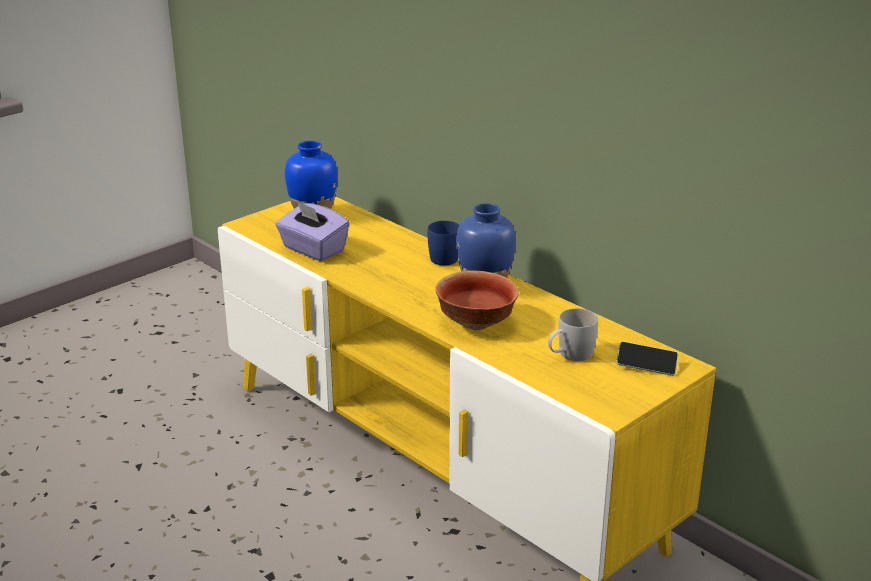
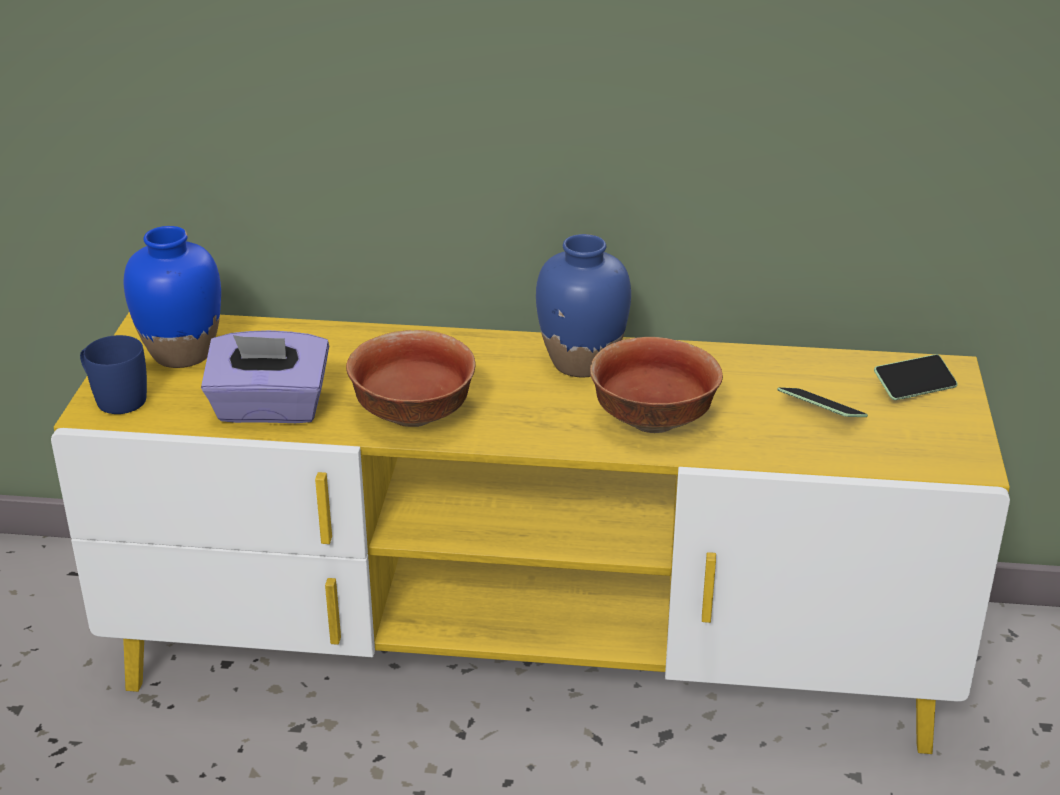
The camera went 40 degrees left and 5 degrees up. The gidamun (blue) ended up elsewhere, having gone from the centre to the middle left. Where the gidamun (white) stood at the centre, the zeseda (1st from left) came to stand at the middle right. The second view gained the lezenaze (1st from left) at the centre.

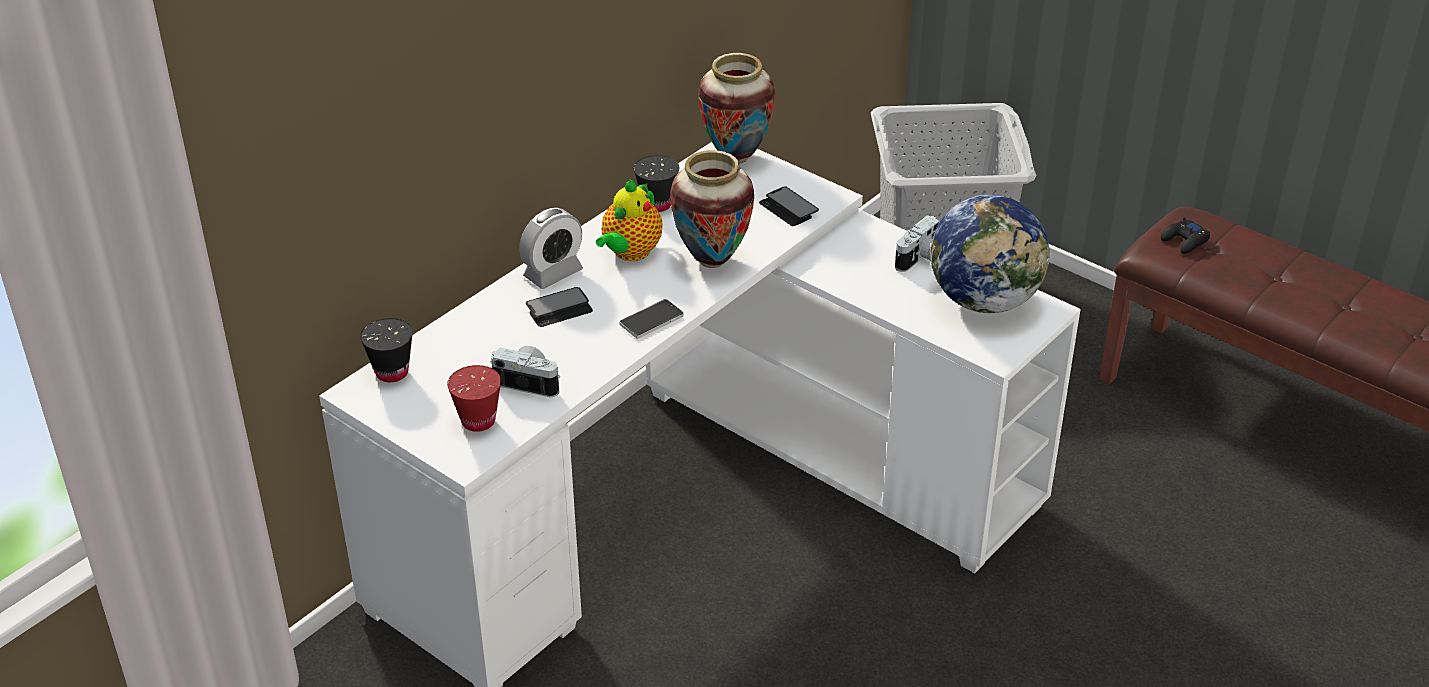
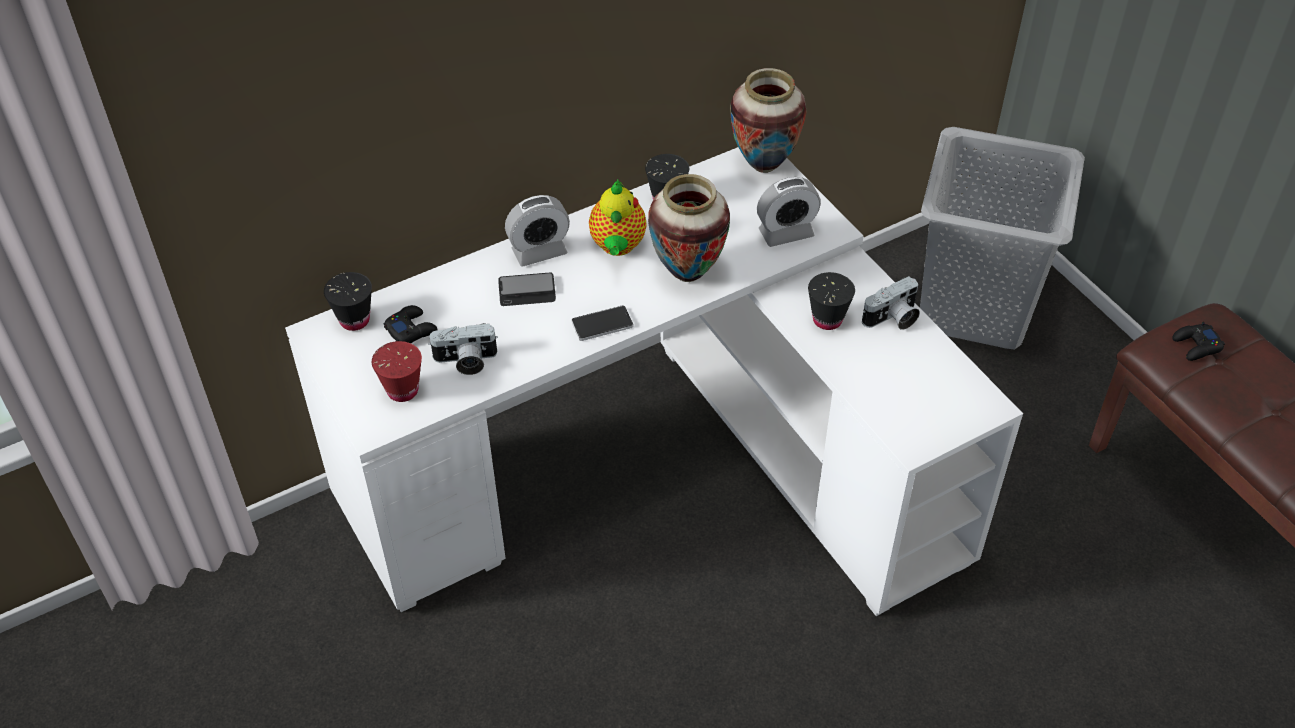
The camera went 20 degrees right and 10 degrees up. The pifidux at the top centre ended up facing another way, 45 degrees counterclockwise from before. Where the zeseda (3rd from left) stood at the top centre, the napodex (2nd from left) came to stand at the top centre. The second view lost the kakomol at the middle right. The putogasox (1st from left) at the centre ended up facing another way, 135 degrees clockwise from before. The second view gained the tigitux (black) (3rd from left) at the centre. The second view gained the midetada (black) (1st from left) at the middle left.

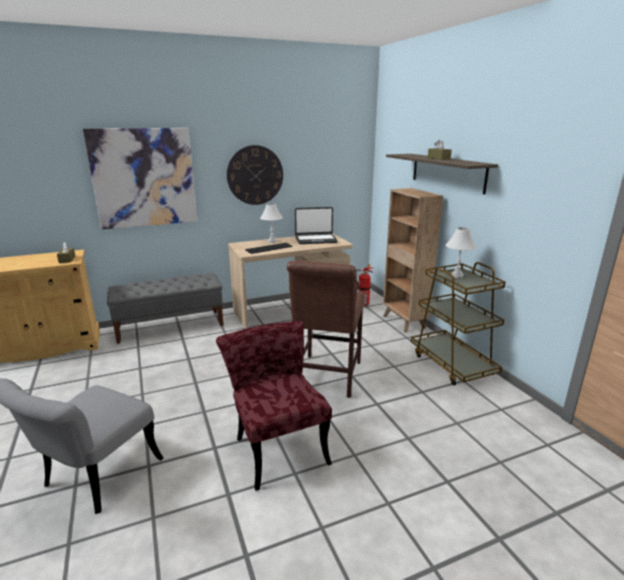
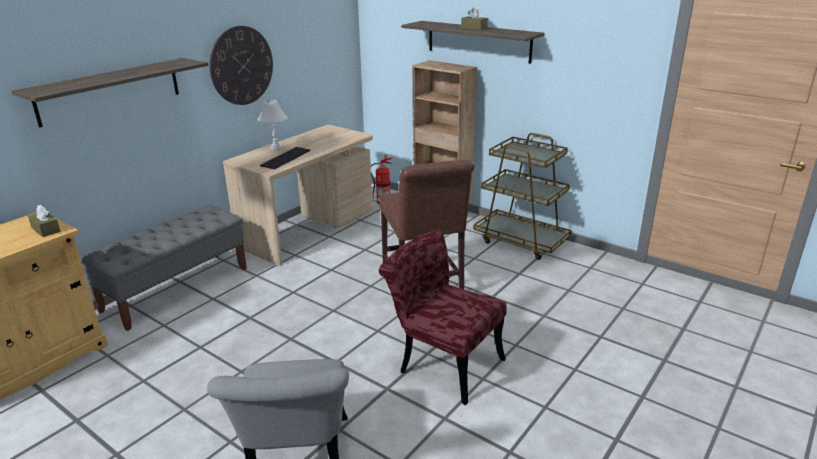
The camera went 30 degrees left and 5 degrees up. Where the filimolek hung at the top left, the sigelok (1st from left) came to hang at the top left. The second view lost the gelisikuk at the centre. The second view lost the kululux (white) (2nd from left) at the middle right.

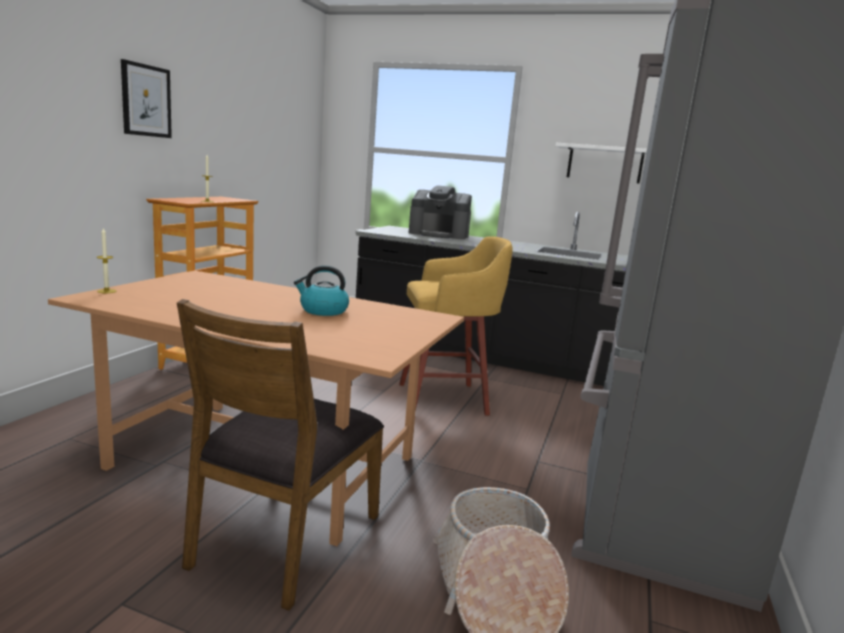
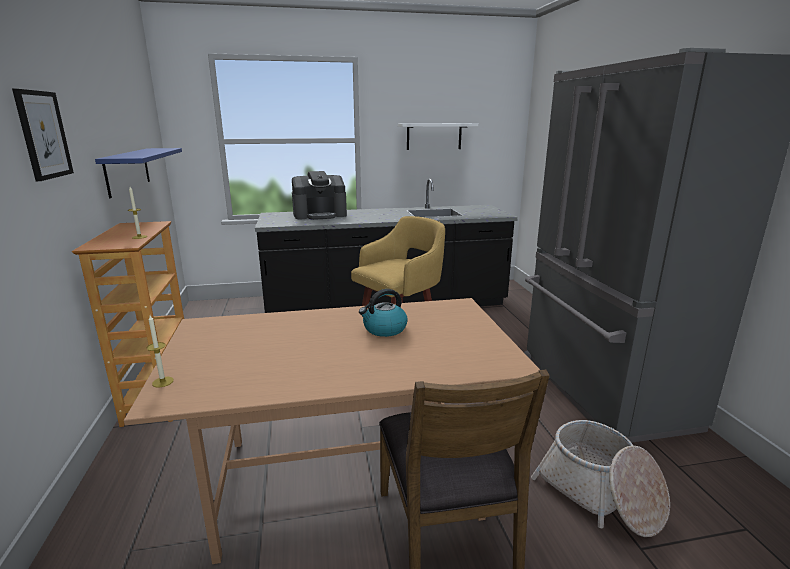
The camera went 30 degrees left and 5 degrees up. The second view gained the sigelok (blue) at the top left.

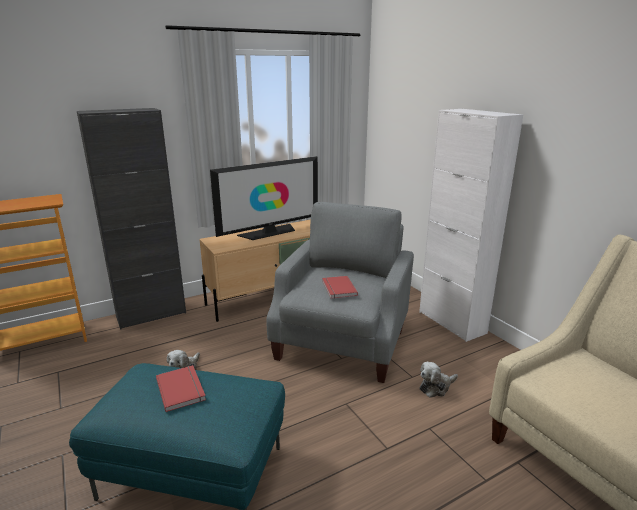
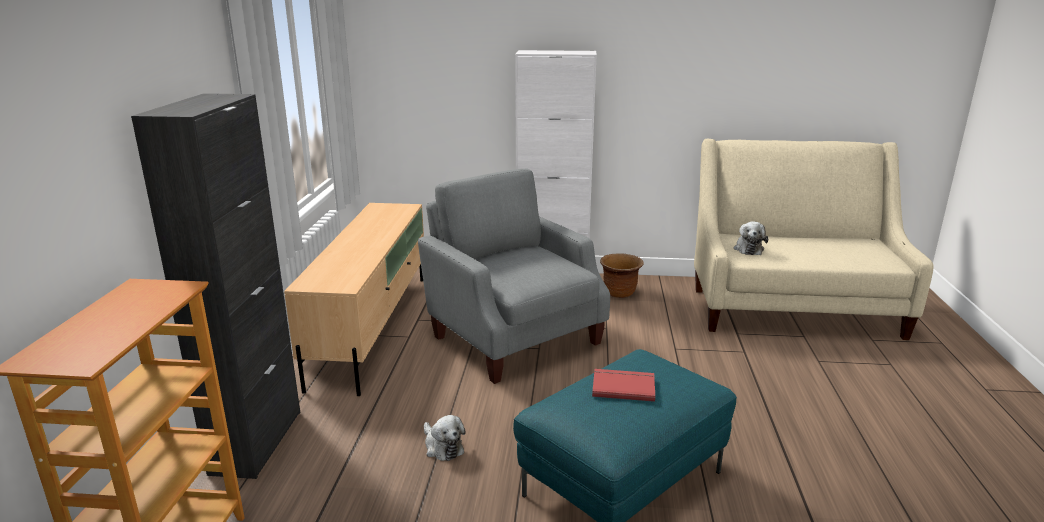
The camera went 55 degrees left and 0 degrees up. The second view lost the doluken at the centre. The second view lost the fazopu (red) (2nd from left) at the centre. The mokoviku (2nd from left) ended up elsewhere, having gone from the bottom right to the middle right. The second view gained the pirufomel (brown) at the centre.

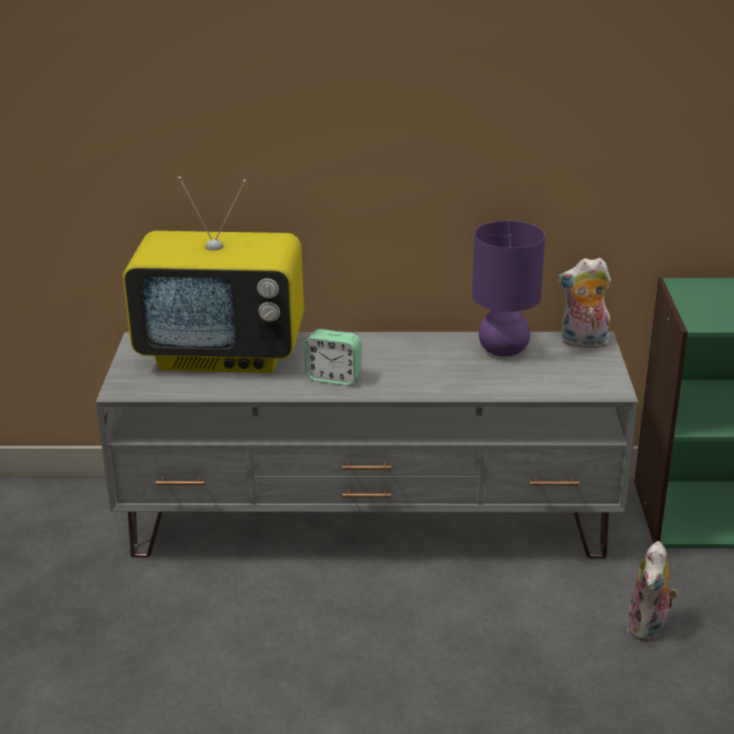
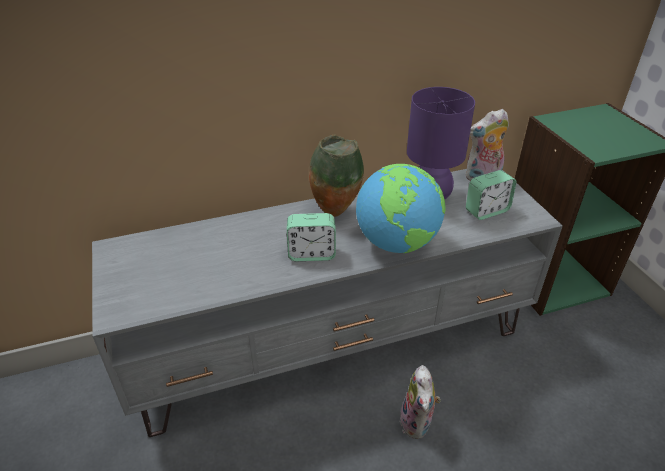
The camera went 20 degrees left and 10 degrees up. The second view lost the doluken at the middle left. The mokoviku (2nd from left in the first image) ended up elsewhere, having gone from the bottom right to the bottom centre. The second view gained the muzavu at the centre. The second view gained the kakomol at the centre. The second view gained the napodex (2nd from left) at the middle right.

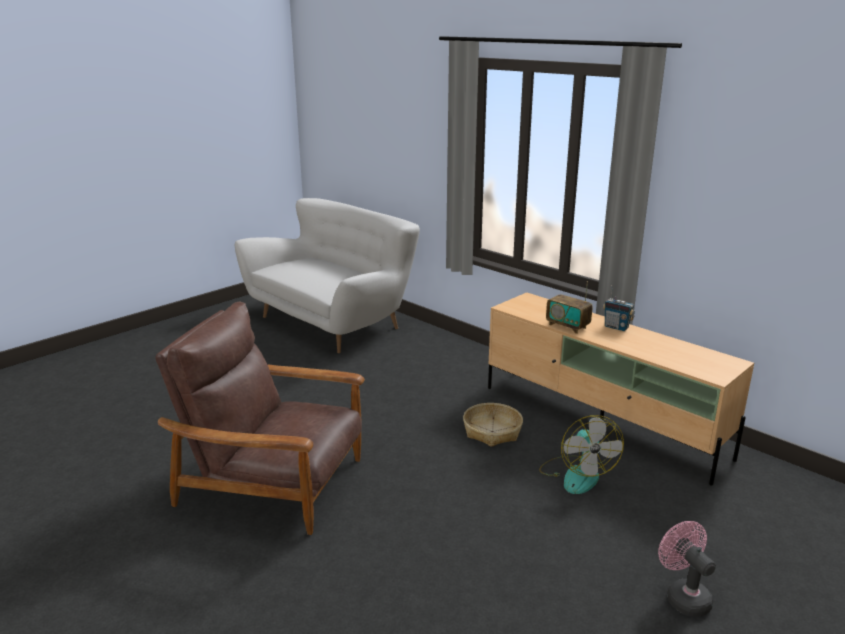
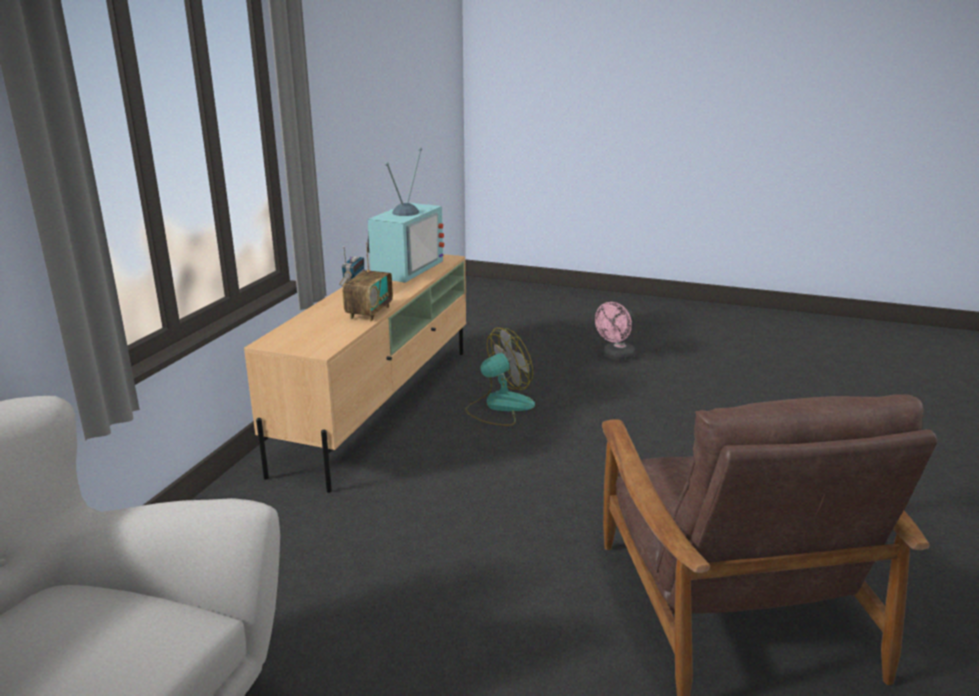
The camera went 115 degrees left and 0 degrees up. The second view lost the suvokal at the bottom centre. The second view gained the doluken at the top centre.

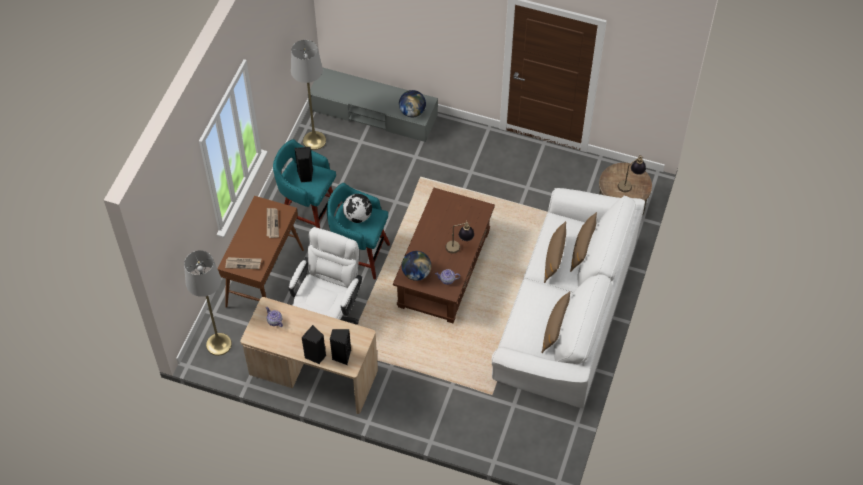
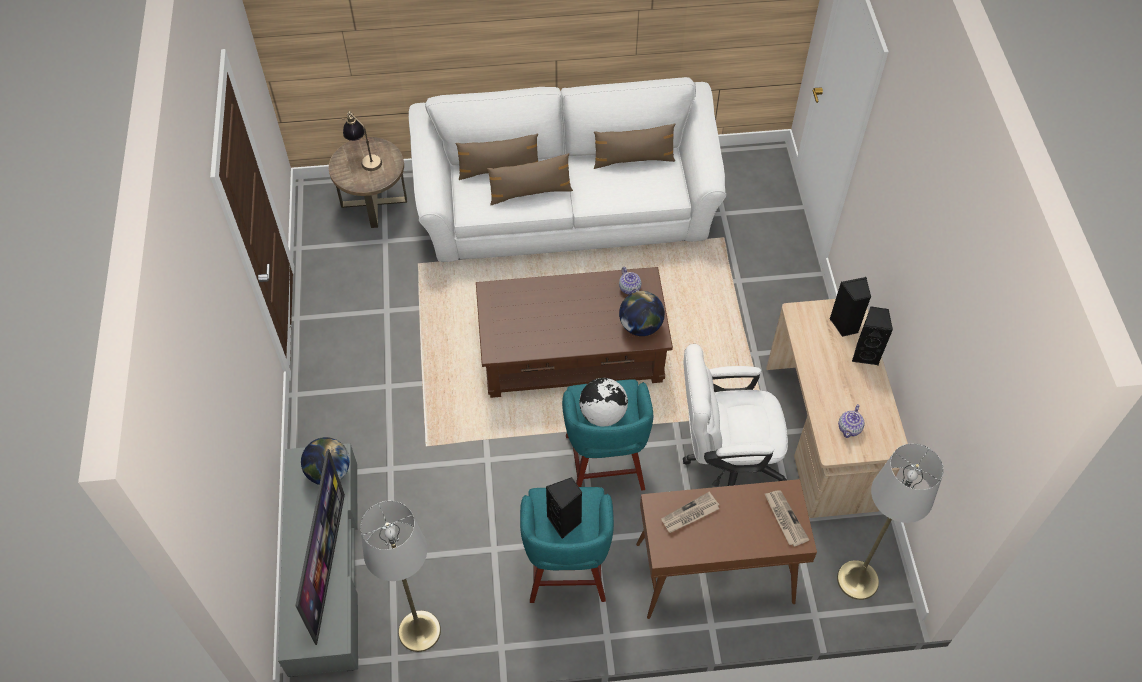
The camera went 115 degrees left and 0 degrees up. The second view lost the kululux (1st from left) at the centre. The second view gained the doluken at the bottom left.

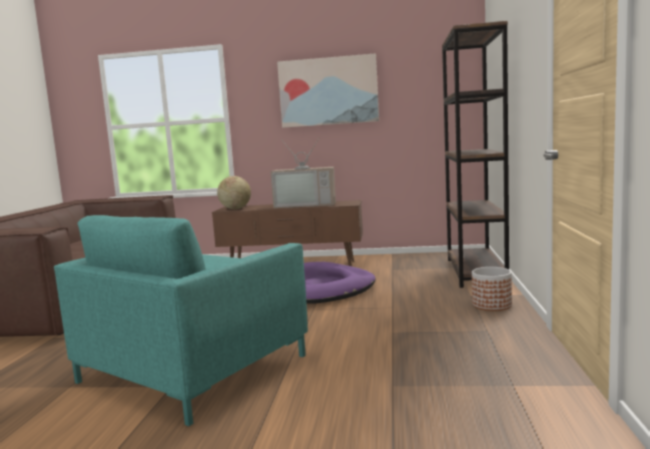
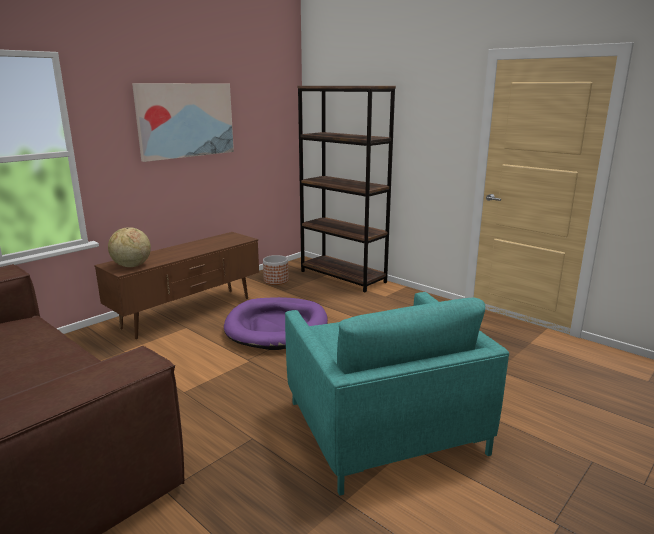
The camera went 55 degrees left and 10 degrees up. The second view lost the doluken at the centre. The pirufomel ended up elsewhere, having gone from the middle right to the centre.

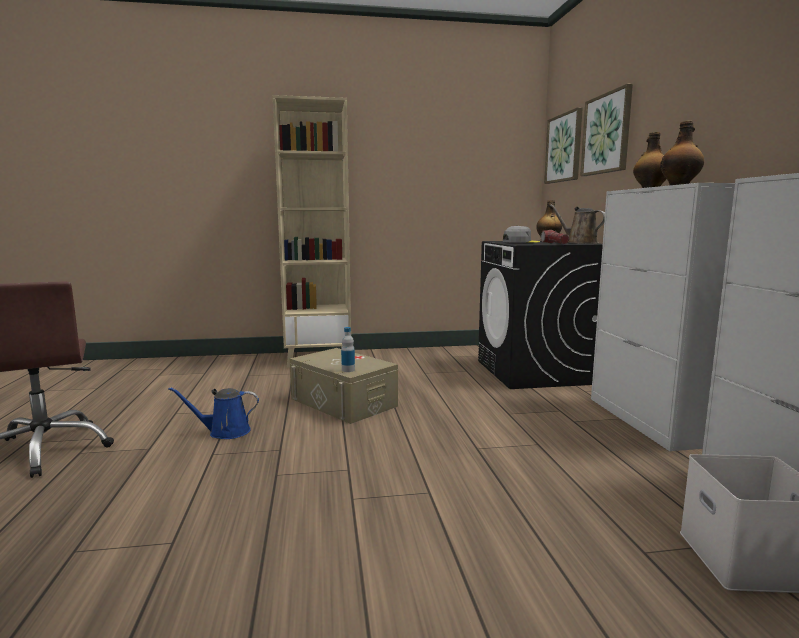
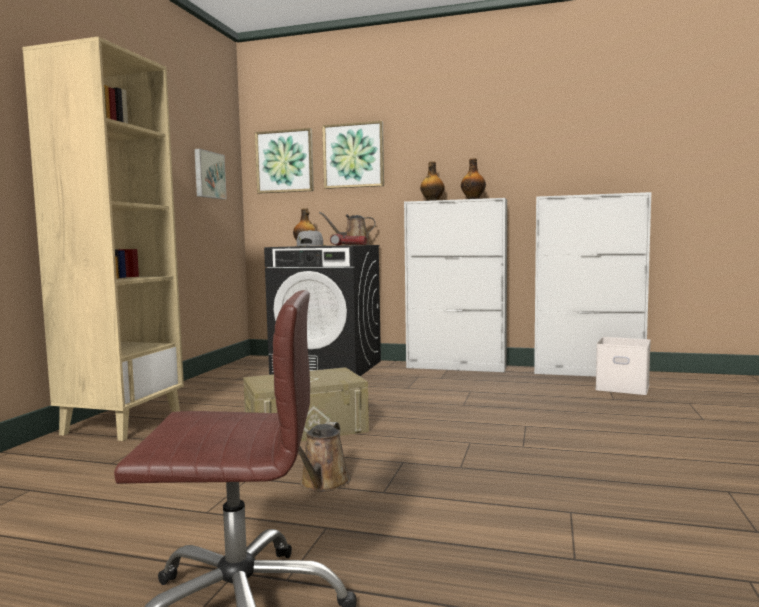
The camera went 65 degrees left and 5 degrees down. The second view lost the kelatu (1st from left) at the centre. What was the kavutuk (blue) at the middle left turned into the kavutuk (brown) (1st from left) at the bottom centre. The second view gained the filimolek (1st from left) at the top left.

